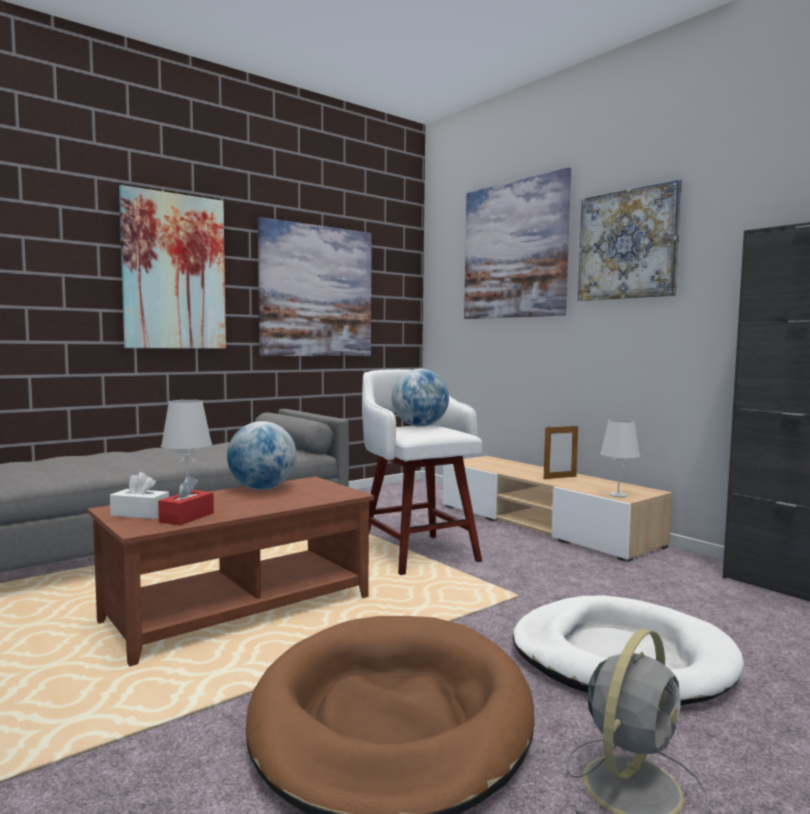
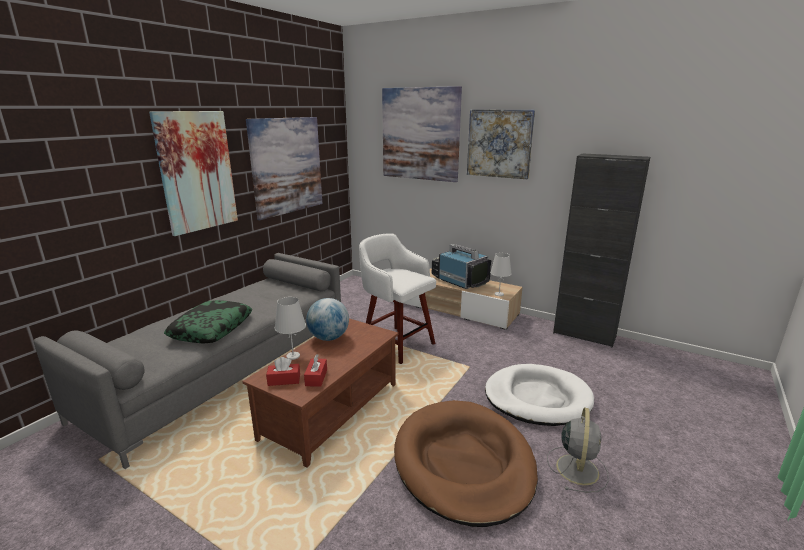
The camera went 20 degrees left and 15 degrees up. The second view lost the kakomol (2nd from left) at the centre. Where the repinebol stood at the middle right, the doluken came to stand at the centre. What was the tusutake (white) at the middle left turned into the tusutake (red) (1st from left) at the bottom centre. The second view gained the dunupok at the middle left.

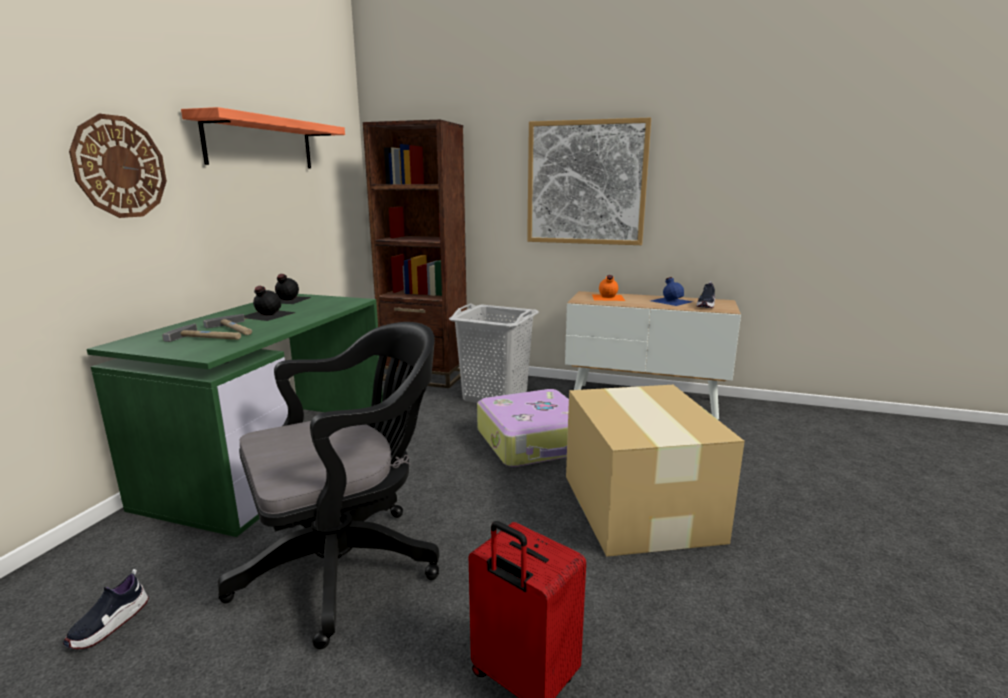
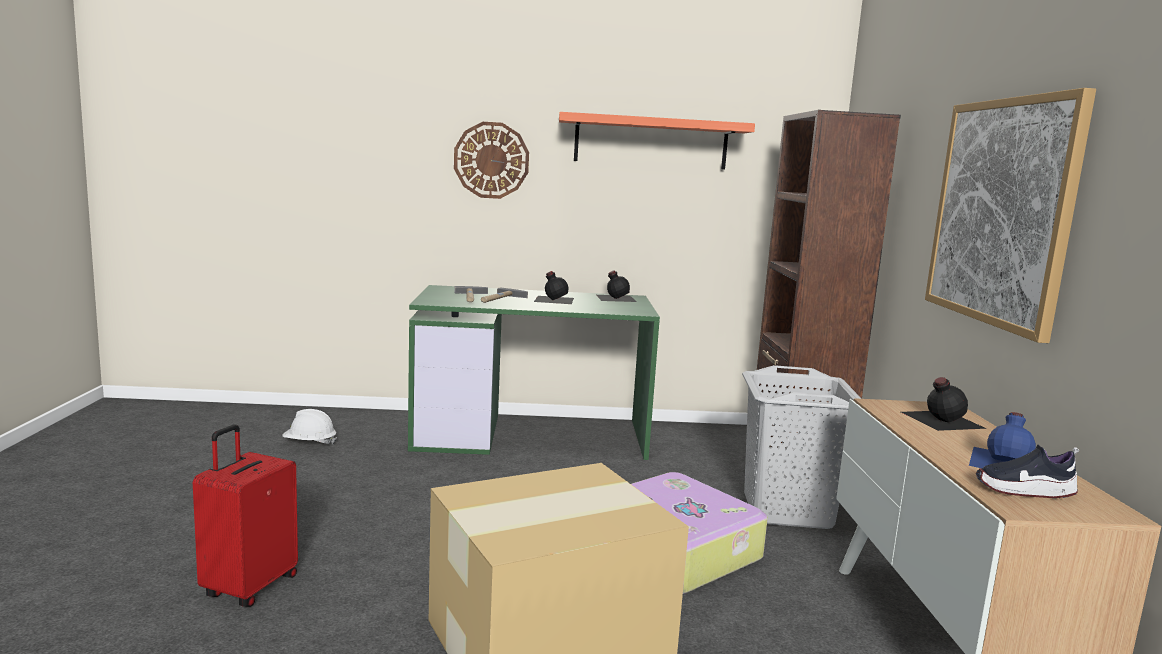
The camera went 70 degrees right and 5 degrees down. What was the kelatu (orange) at the centre turned into the kelatu (black) (3rd from left) at the middle right. The second view lost the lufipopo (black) at the bottom left. Where the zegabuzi (1st from left) stood at the bottom left, the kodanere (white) came to stand at the middle left.

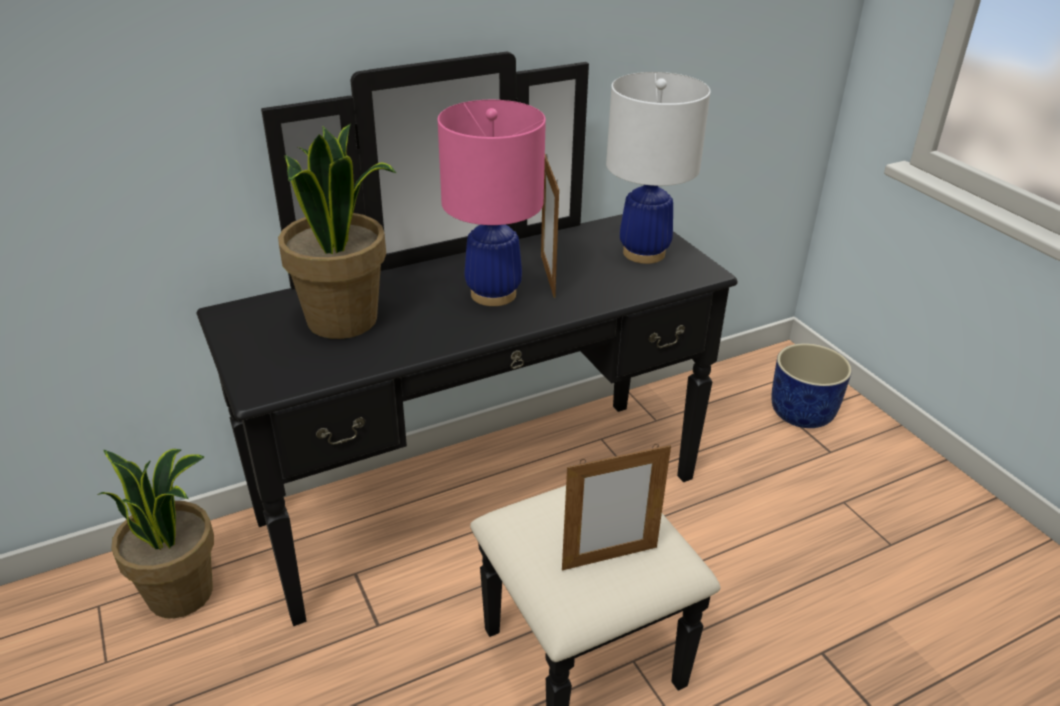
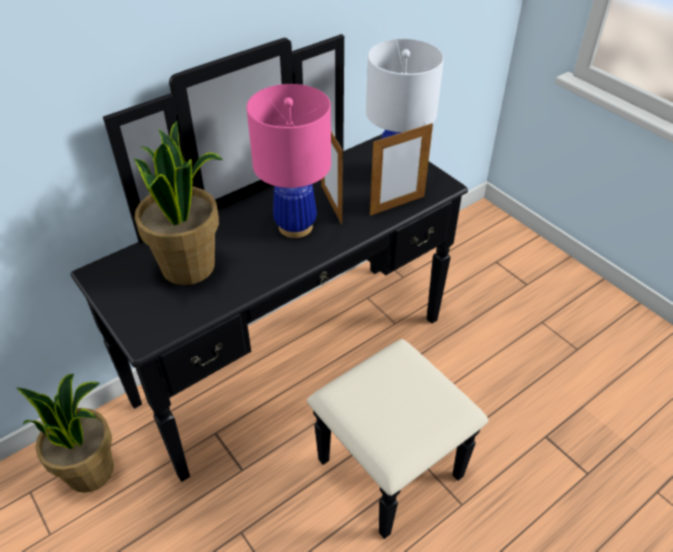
The camera went 10 degrees left and 10 degrees up. The second view lost the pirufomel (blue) at the middle right. The repinebol (2nd from left) ended up elsewhere, having gone from the bottom centre to the top centre.

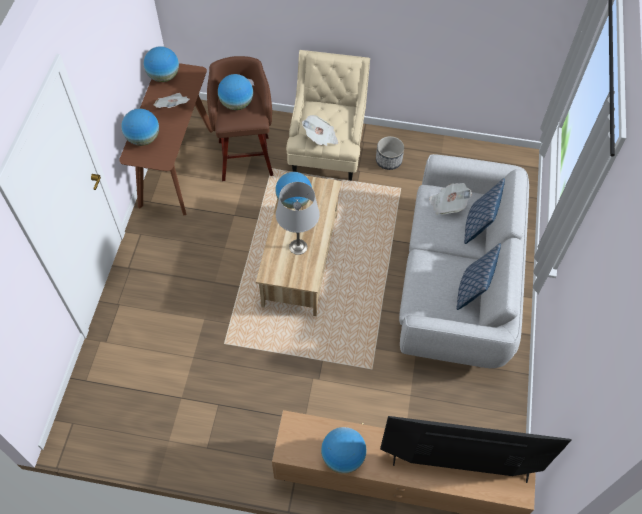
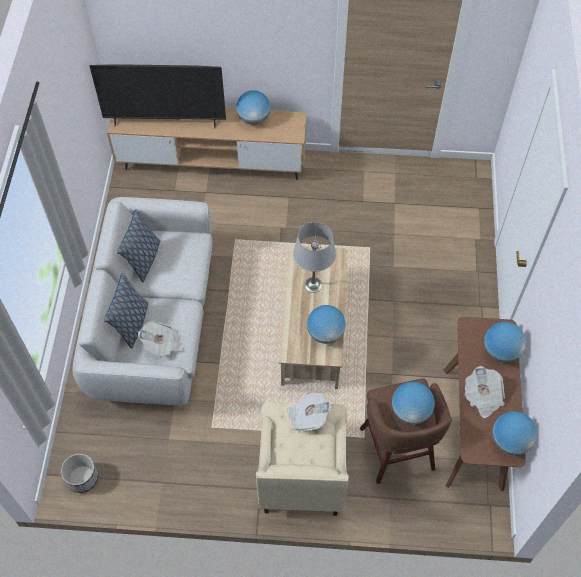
The camera went 175 degrees right and 0 degrees up. The pirufomel ended up elsewhere, having gone from the top centre to the bottom left.

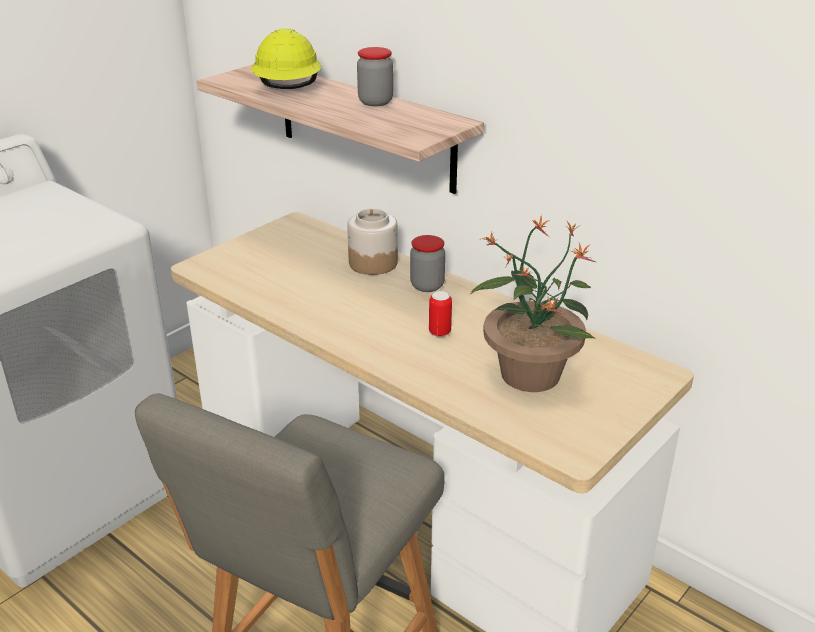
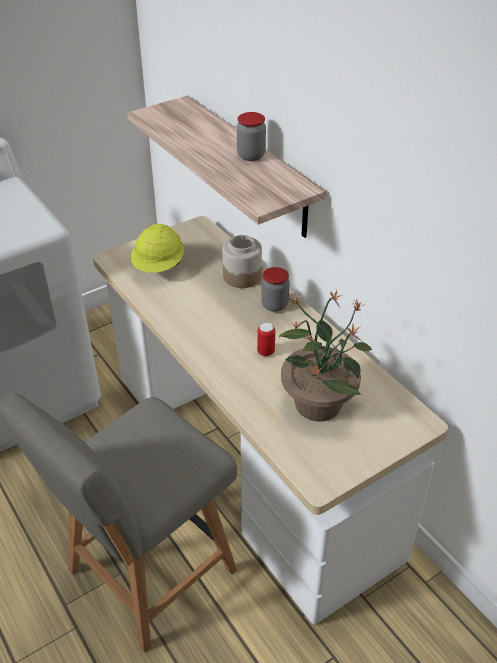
The camera went 15 degrees right and 10 degrees up. The kodanere (yellow) ended up elsewhere, having gone from the top centre to the middle left.

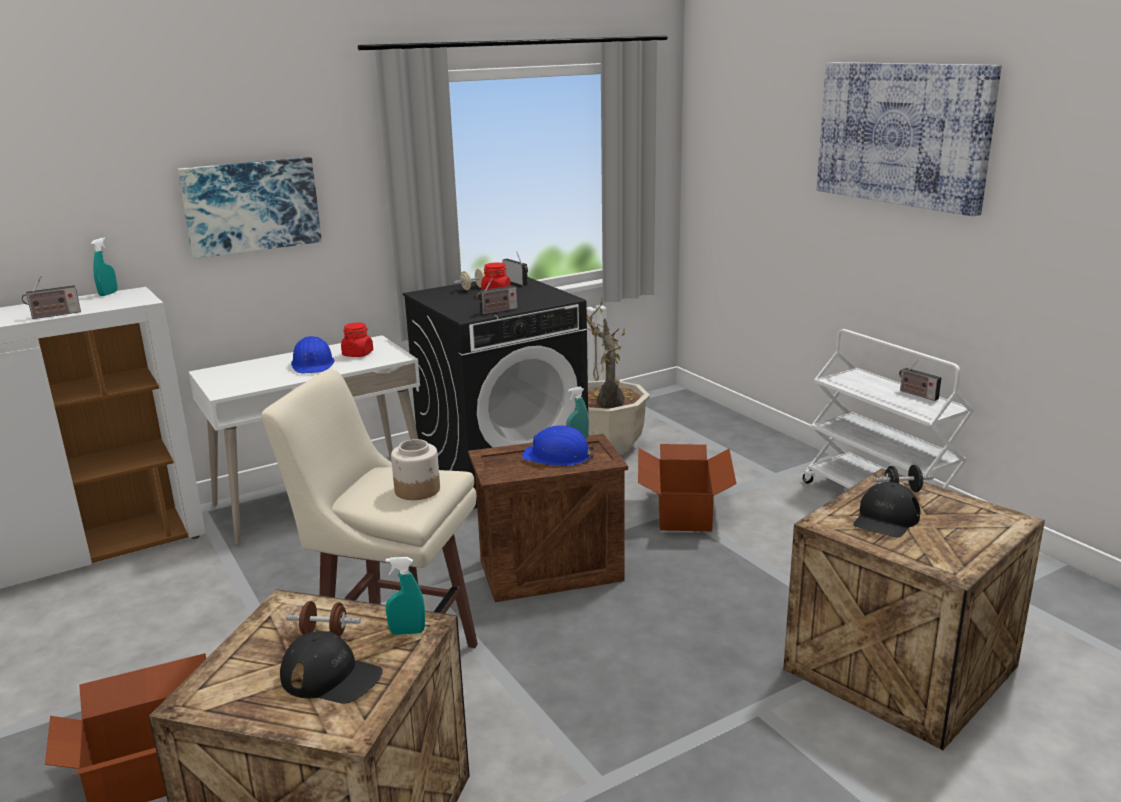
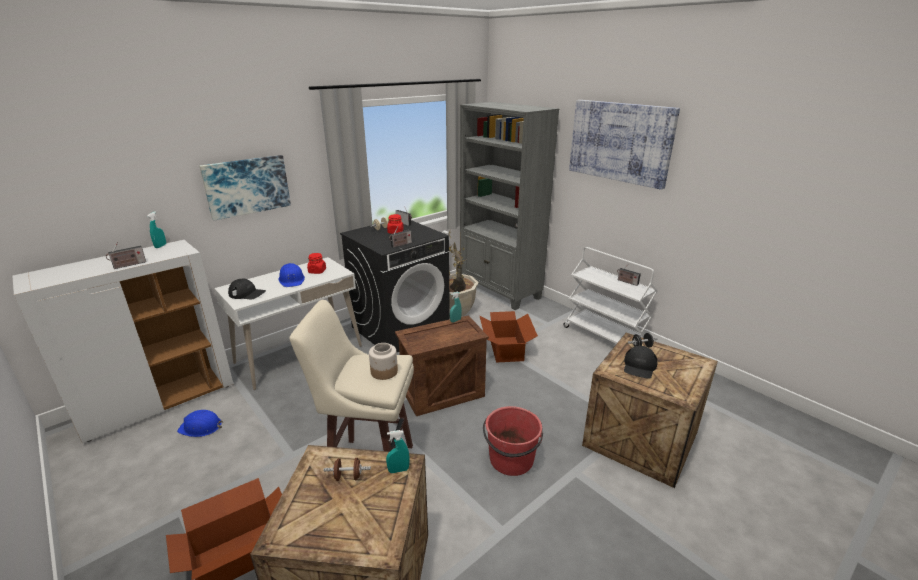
The camera went 10 degrees left and 5 degrees up. The kodanere (blue) (2nd from left in the first image) ended up elsewhere, having gone from the centre to the bottom left. The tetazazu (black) (1st from left) ended up elsewhere, having gone from the bottom left to the middle left. The second view gained the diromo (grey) at the centre. The second view gained the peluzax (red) at the bottom centre.

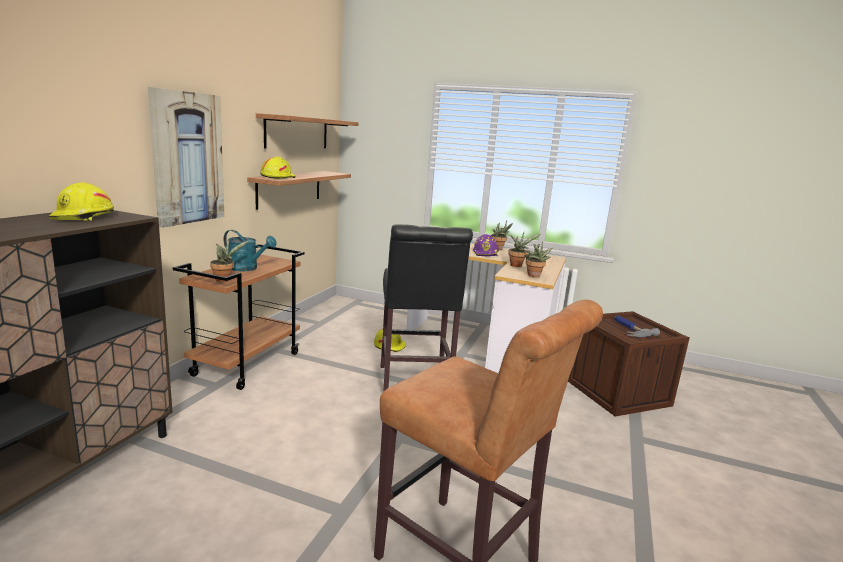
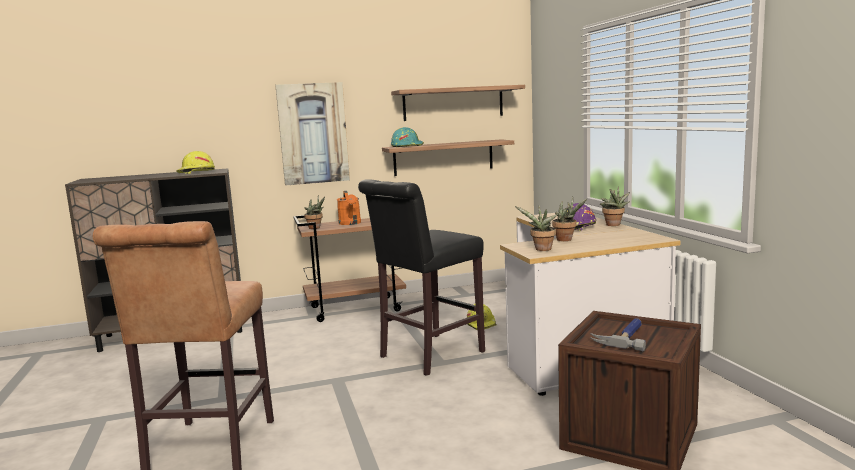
The camera went 55 degrees right and 5 degrees down. What was the kodanere (yellow) (2nd from left) at the top left turned into the kodanere (turquoise) at the top centre. What was the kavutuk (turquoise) at the middle left turned into the kavutuk (orange) at the centre.

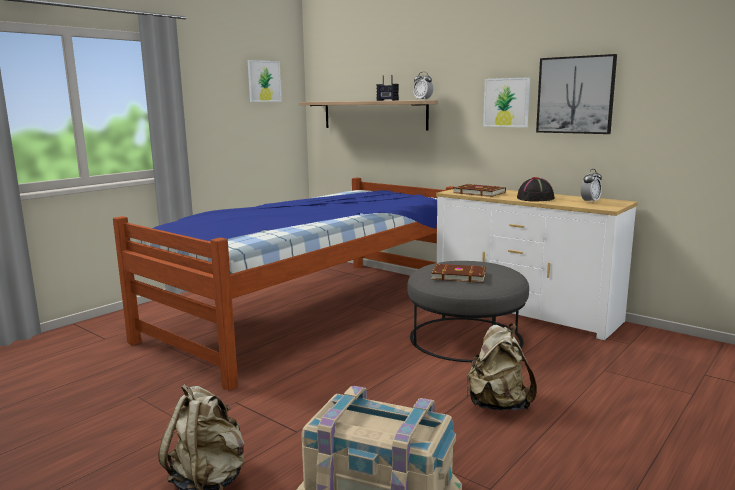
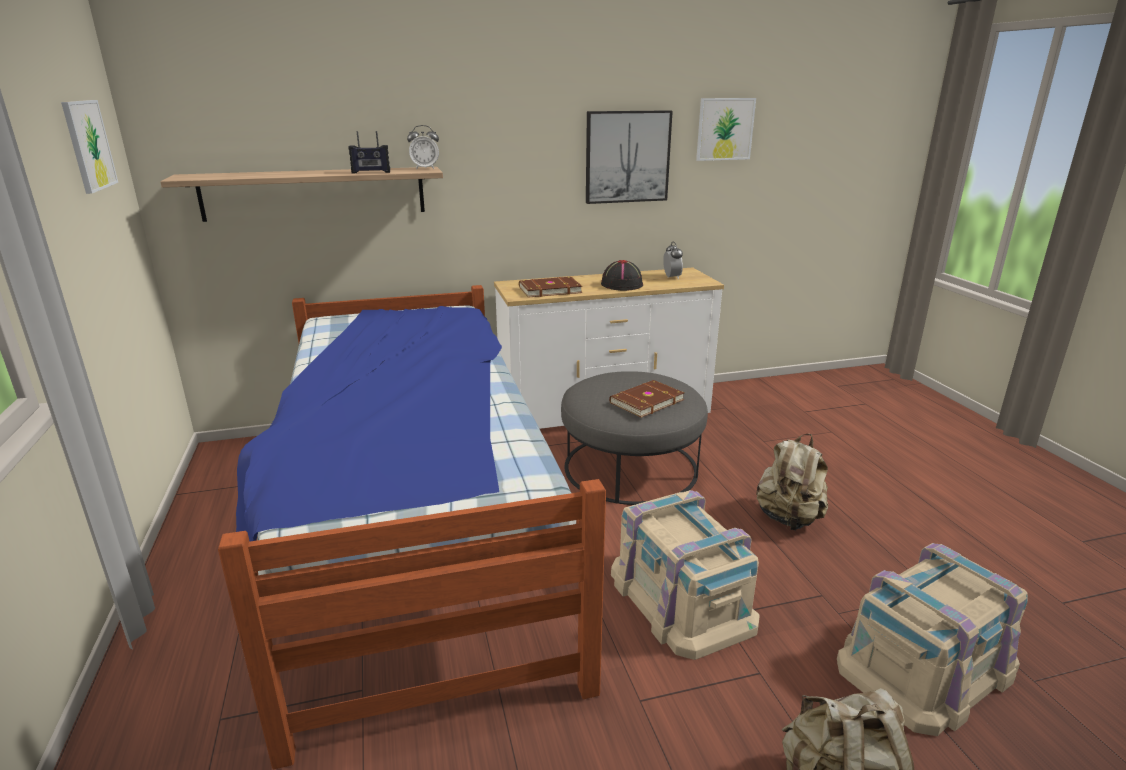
The camera went 55 degrees left and 10 degrees up. The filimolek (2nd from left in the first image) ended up elsewhere, having gone from the top right to the top centre. The second view gained the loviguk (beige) (1st from left) at the bottom centre.

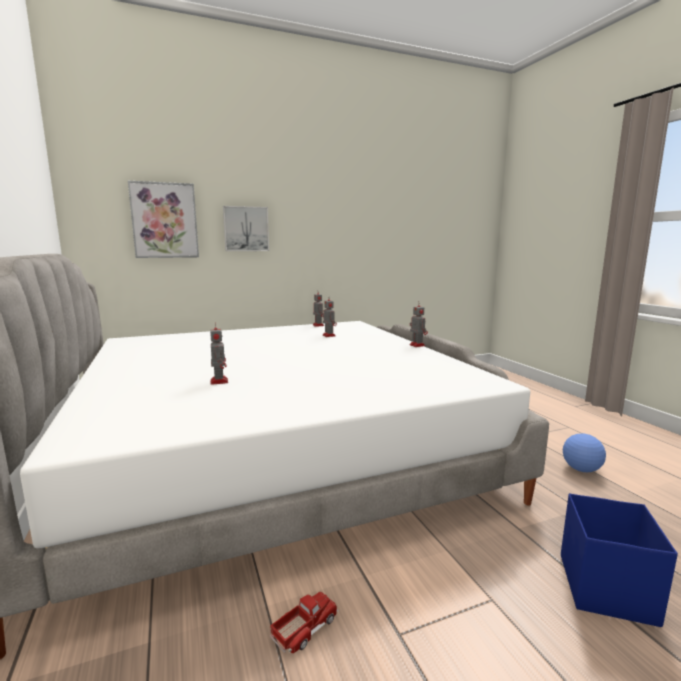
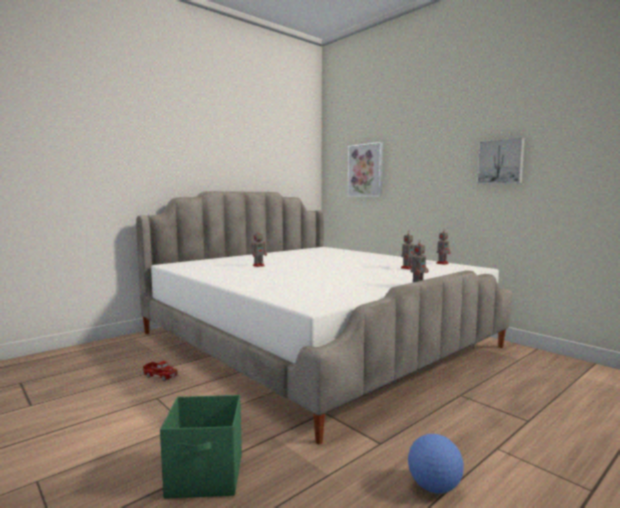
The camera went 70 degrees right and 5 degrees down. The filimolek (2nd from left) ended up elsewhere, having gone from the centre to the top right. What was the loviguk (blue) at the bottom right turned into the loviguk (green) at the bottom left.

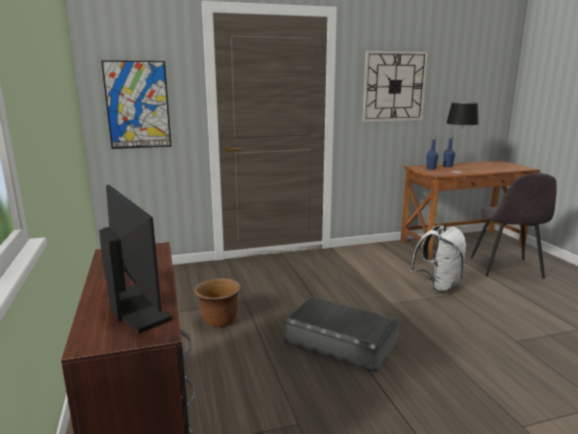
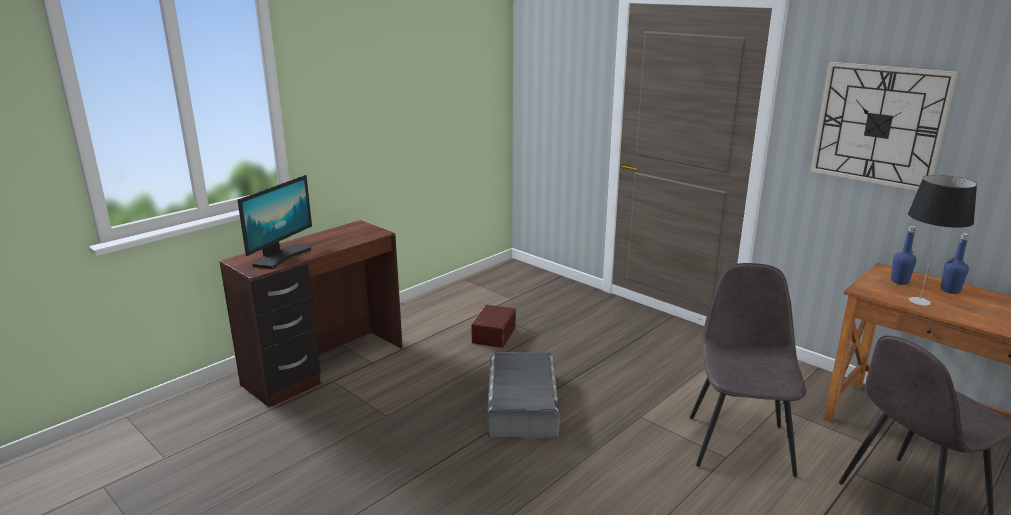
The camera went 60 degrees right and 5 degrees up. The second view lost the filimolek at the top left. Where the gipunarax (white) stood at the middle right, the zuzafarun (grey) (1st from left) came to stand at the bottom right. Where the pirufomel (brown) stood at the bottom centre, the loviguk (brown) came to stand at the centre.

